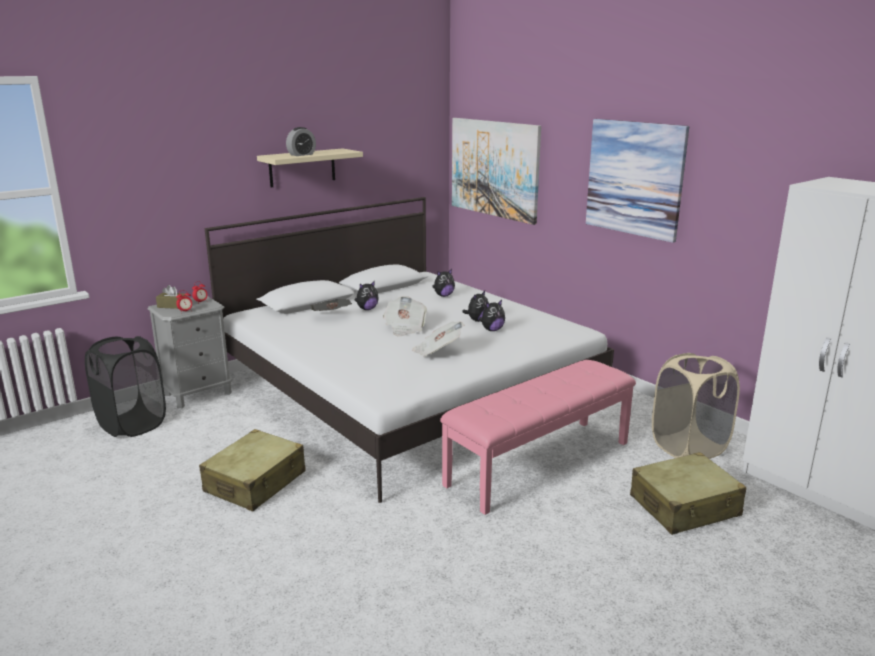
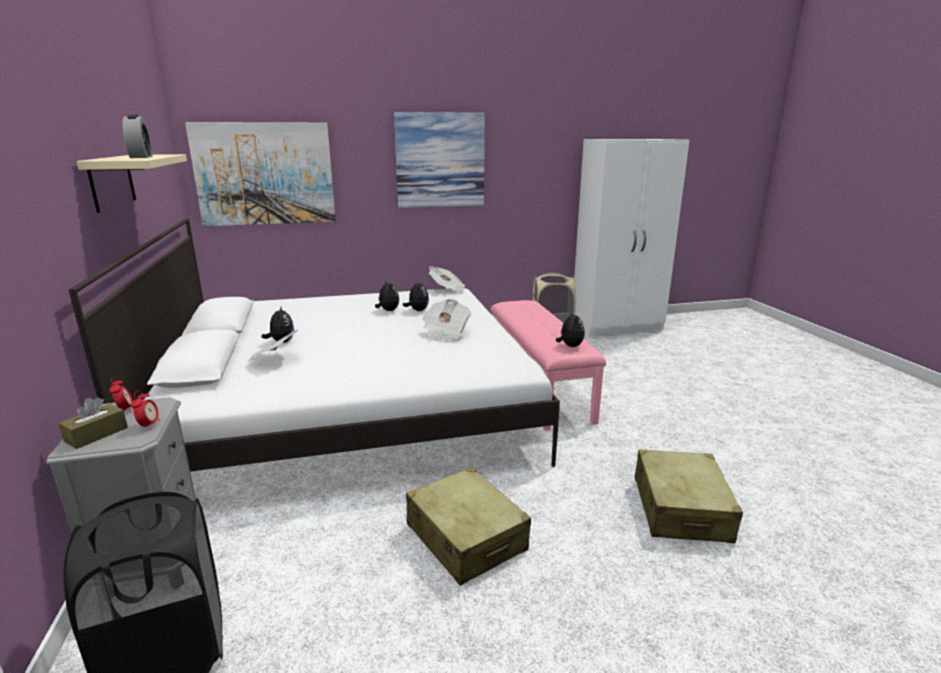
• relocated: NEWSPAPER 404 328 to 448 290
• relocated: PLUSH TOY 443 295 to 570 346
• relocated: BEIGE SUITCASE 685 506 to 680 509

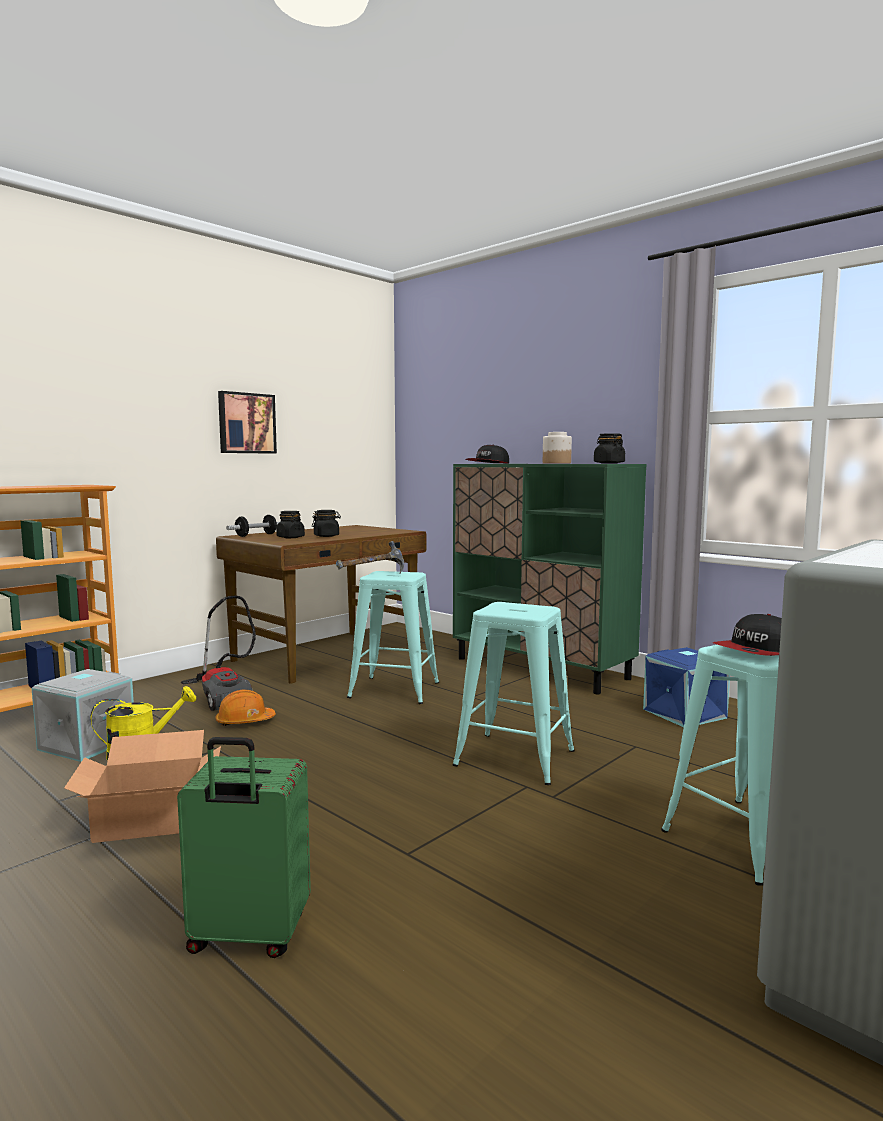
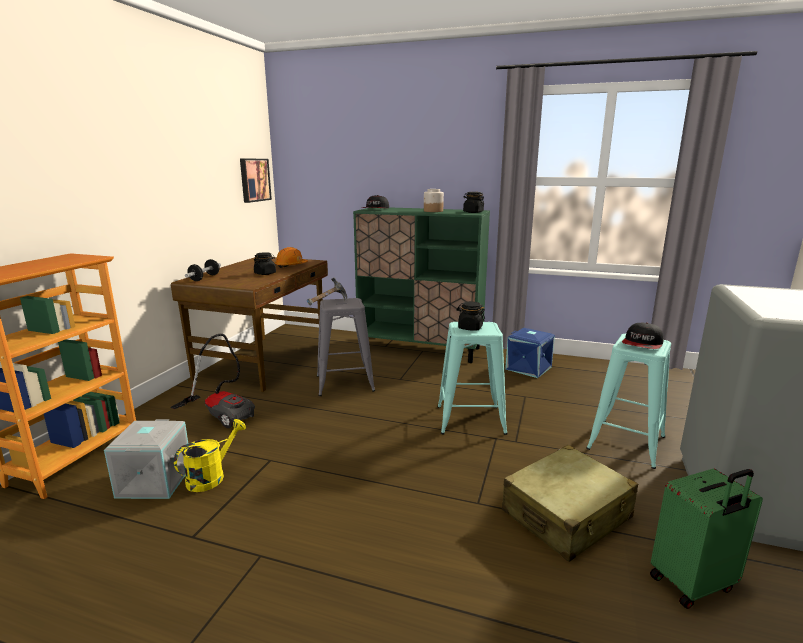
• missing: CARDBOARD BOX 150 818
• appeared: BEIGE SUITCASE 566 515
• relocated: GREEN SUITCASE 248 936 to 693 584
• relocated: ORANGE HARD HAT 244 721 to 291 266
• relocated: PICTURE 246 423 to 254 180
• relocated: BLACK JAR 290 537 to 470 328
• colour: TURQUOISE STOOL 394 690 to GREY STOOL 345 383

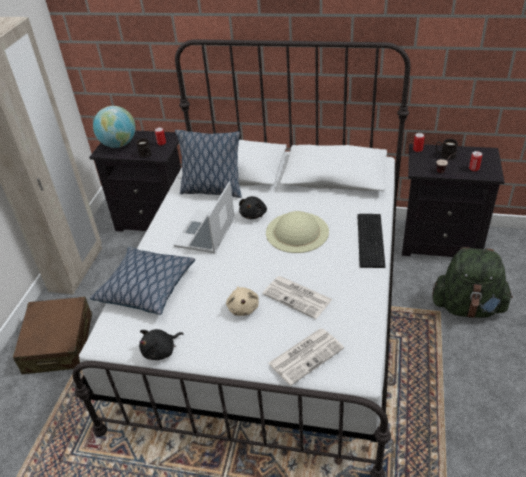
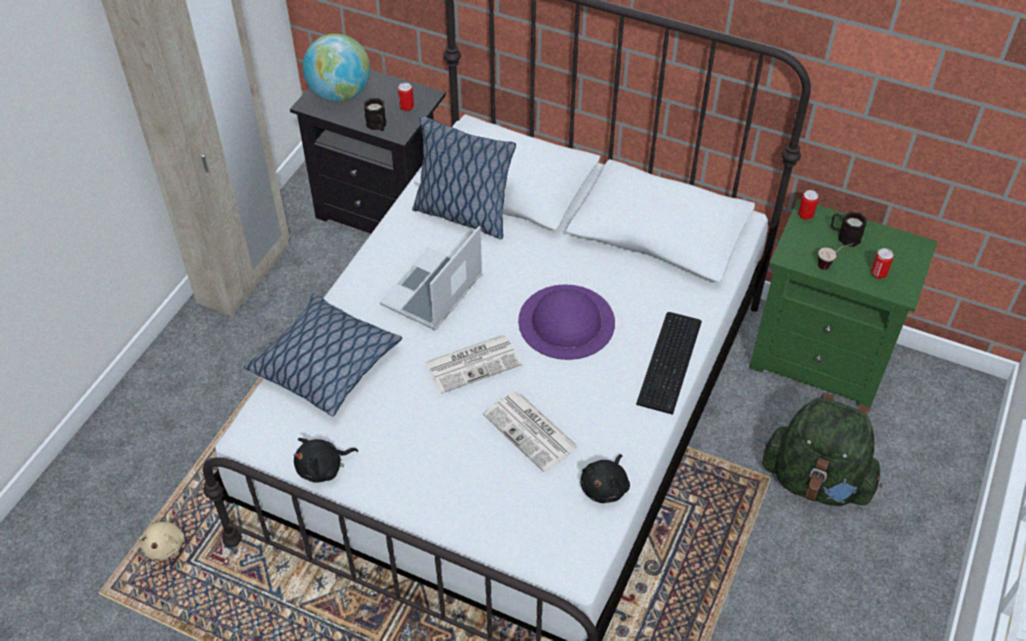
• missing: BROWN SUITCASE 59 343
• relocated: BEIGE PLUSH TOY 243 307 to 165 545
• relocated: BLACK PLUSH TOY 254 214 to 605 487
• relocated: NEWSPAPER 306 355 to 473 363
• colour: BEIGE HAT 297 232 to PURPLE HAT 566 321
• colour: BLACK NIGHTSTAND 440 242 to GREEN NIGHTSTAND 821 359

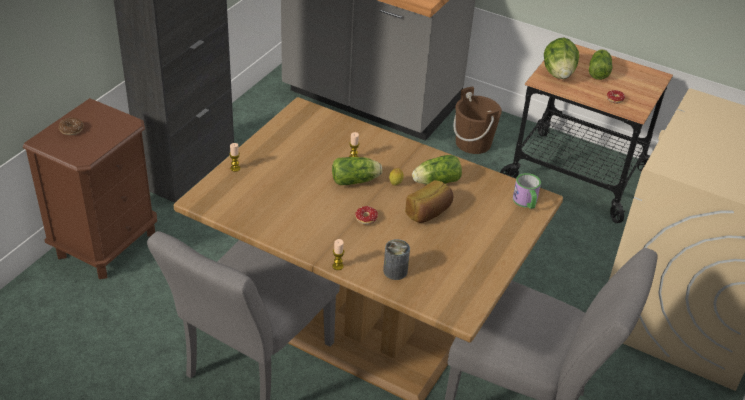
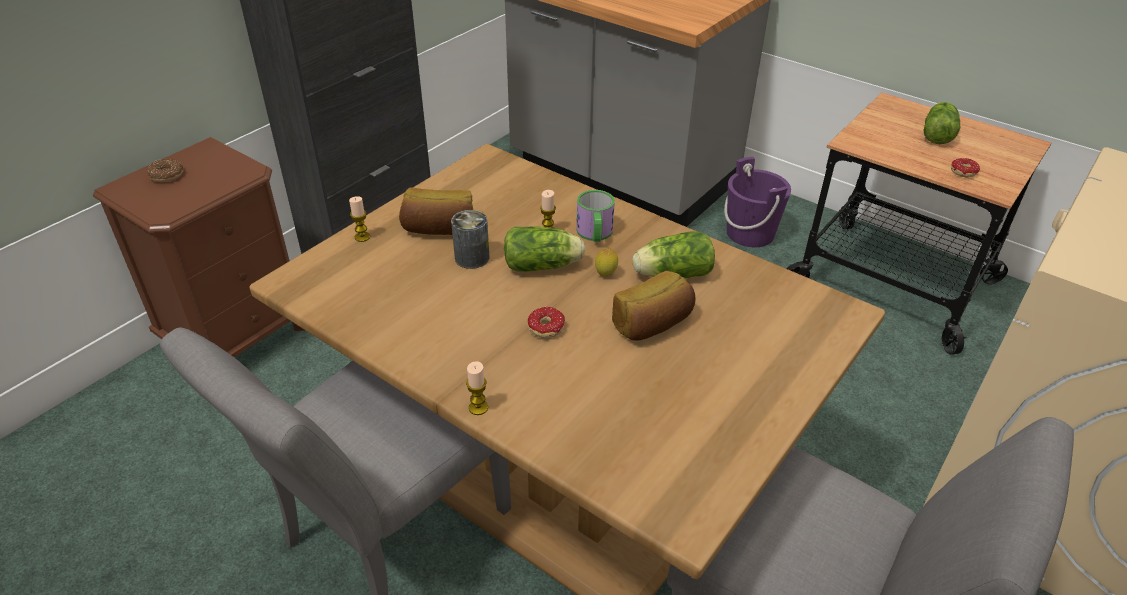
• missing: LETTUCE 558 74
• appeared: BREAD 439 229
• relocated: CAN 395 271 to 472 257
• relocated: MUG 526 202 to 595 234
• colour: BROWN BUCKET 473 143 to PURPLE BUCKET 750 233

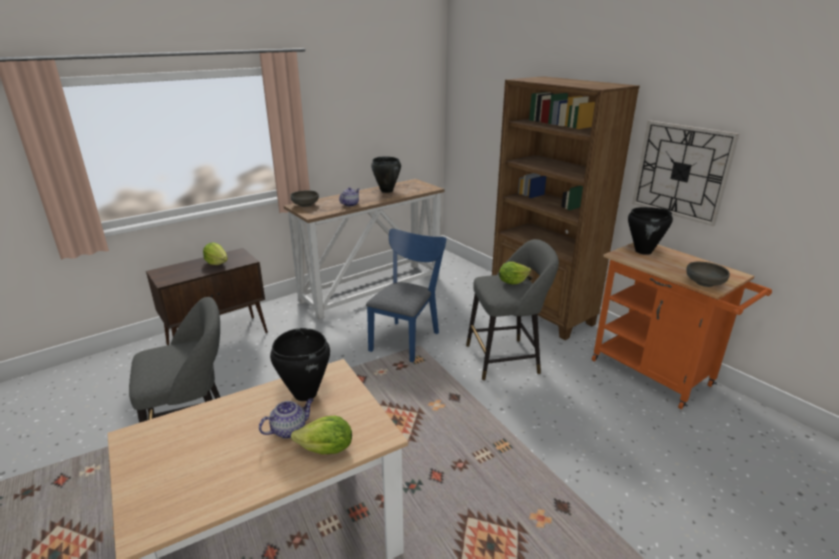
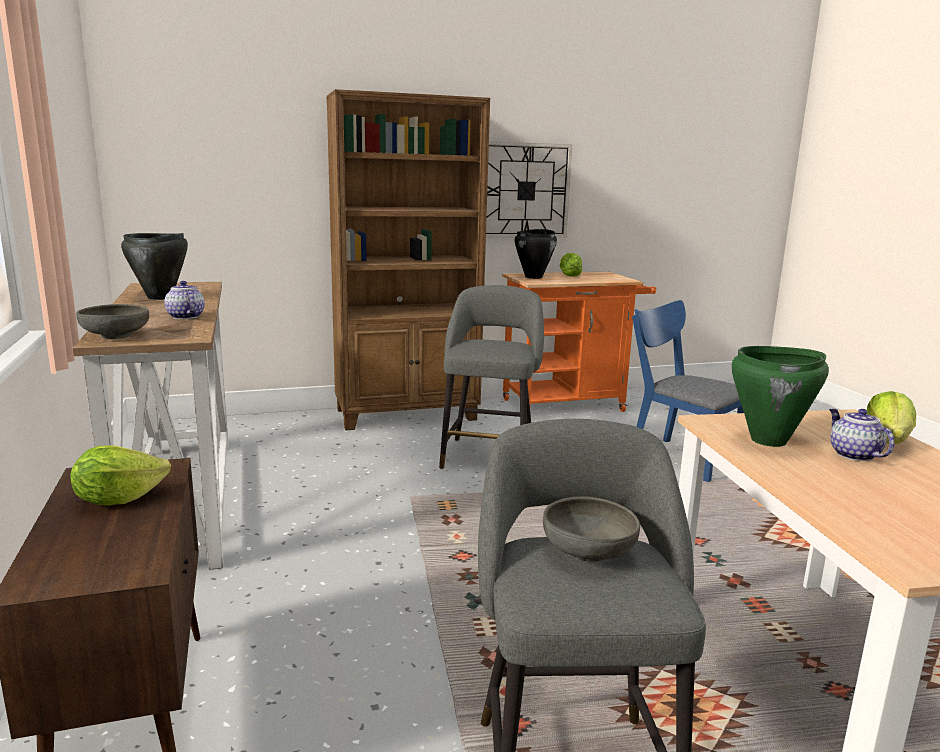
• relocated: BLUE CHAIR 407 338 to 677 457
• relocated: LETTUCE 512 282 to 569 276
• relocated: GREY BOWL 704 283 to 588 551
• colour: BLACK COOKING POT 304 394 to GREEN COOKING POT 769 441

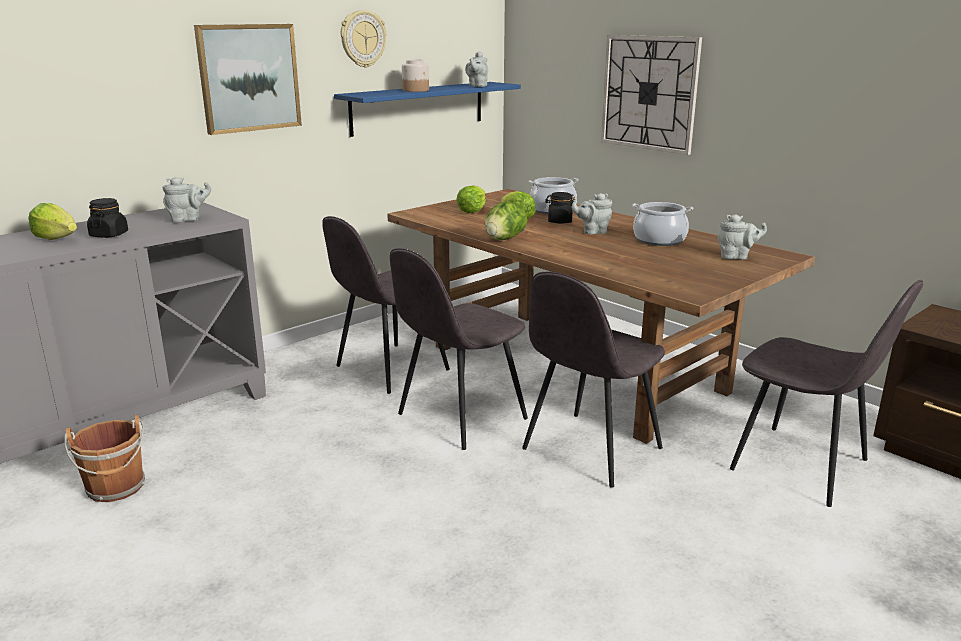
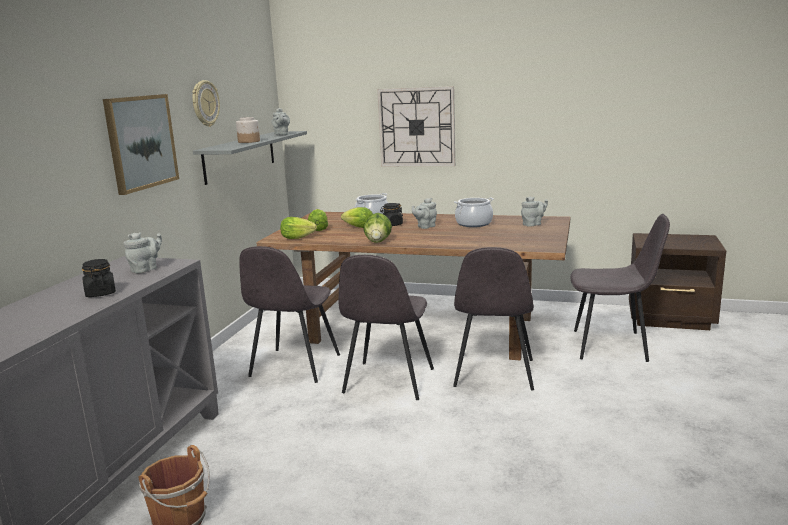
• relocated: LETTUCE 57 239 to 297 238
• colour: BLUE SHELF 418 108 to GREY SHELF 240 156

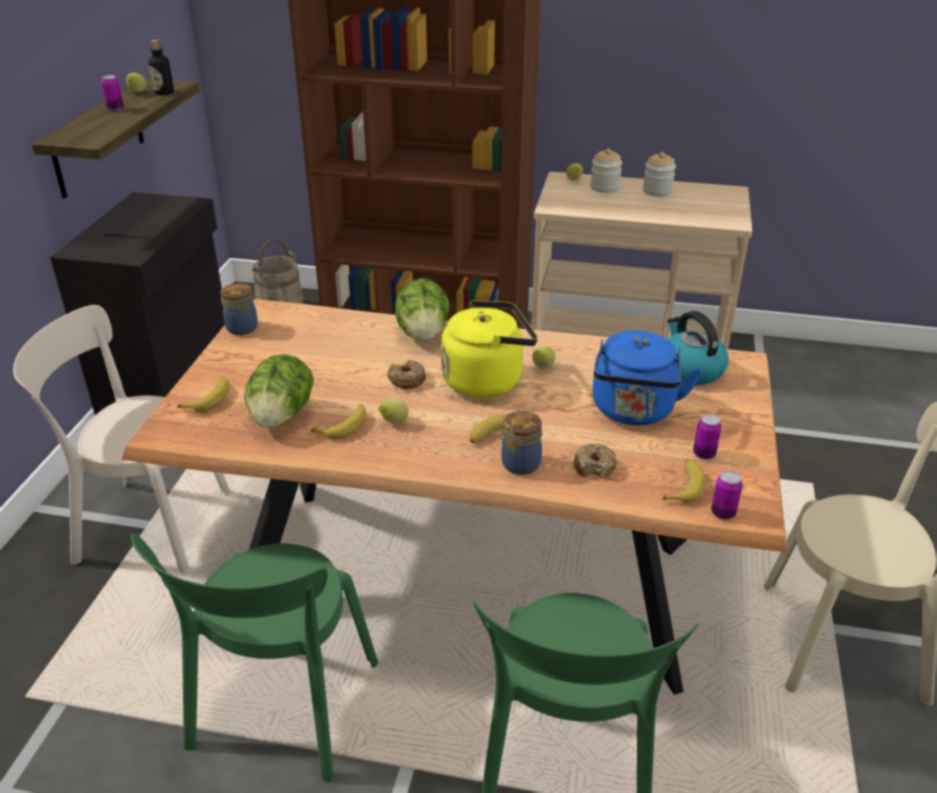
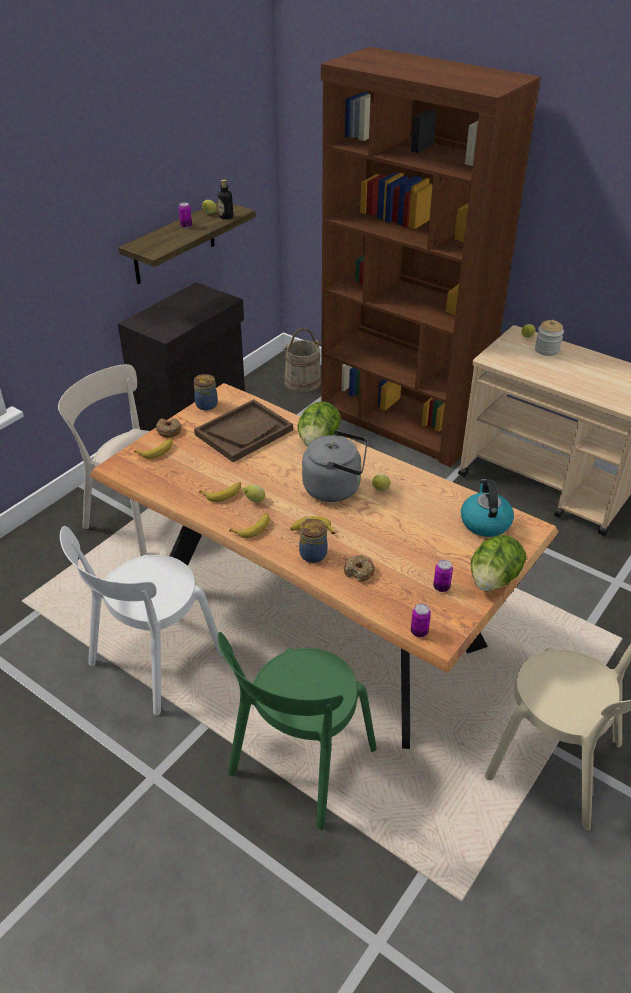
• missing: BLUE KETTLE 633 411
• missing: JAR 657 191
• appeared: BROWN TRAY 244 432
• relocated: LETTUCE 281 417 to 493 580
• relocated: DONUT 407 380 to 168 431
• relocated: BANANA 684 486 to 253 528
• colour: GREEN CHAIR 281 712 to WHITE CHAIR 152 663
• colour: YELLOW KETTLE 487 380 to GREY KETTLE 336 488

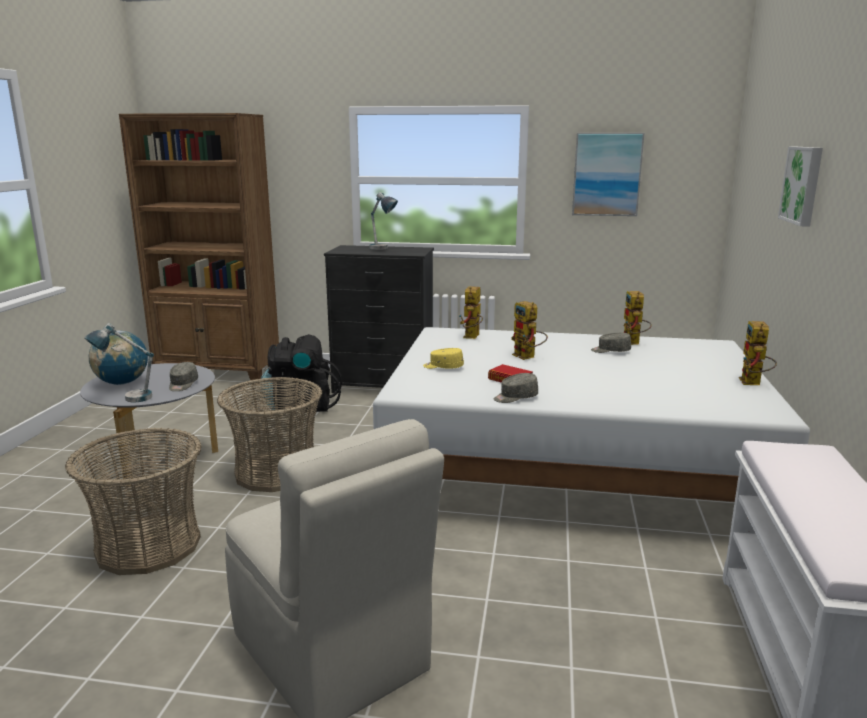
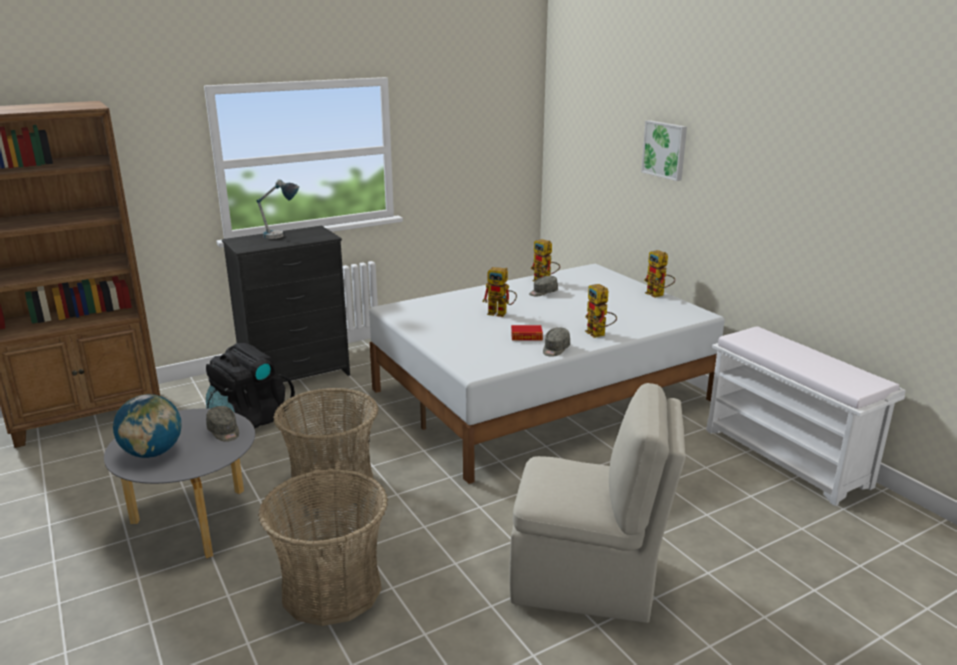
• missing: TABLE LAMP 126 398
• missing: YELLOW CAP 443 367
• missing: PICTURE 607 174
• relocated: TOY ROBOT 472 337 to 599 335

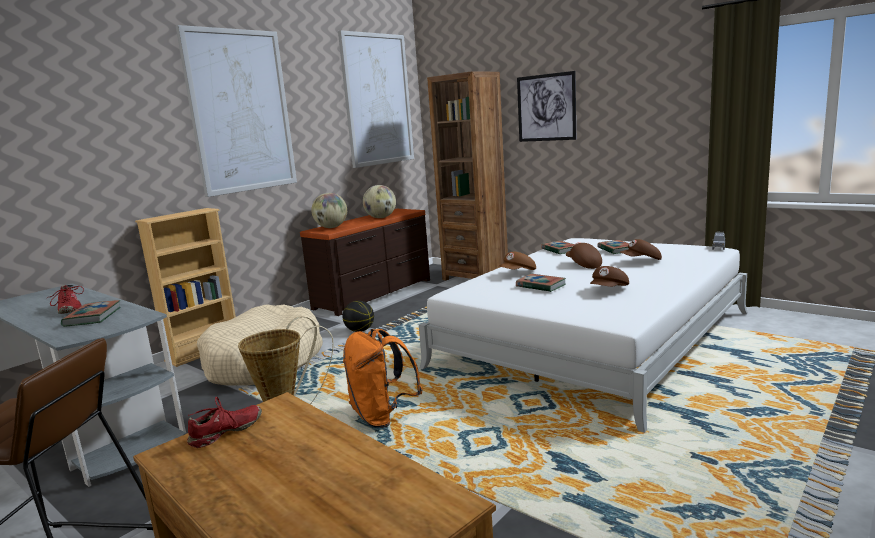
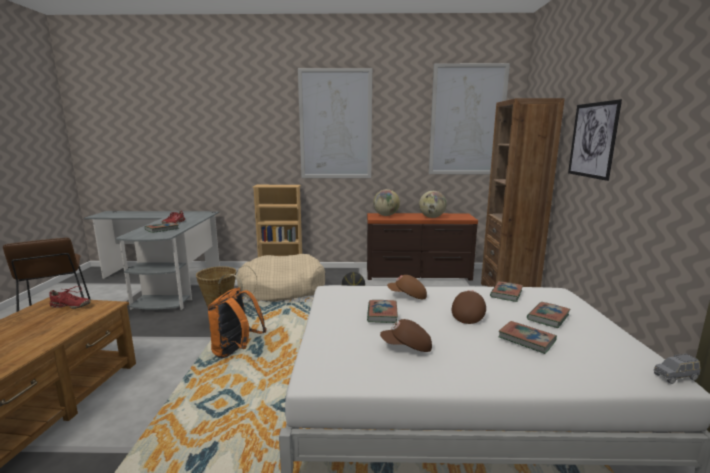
• exchanged: BROWN CAP 641 260 to BOOK 526 339

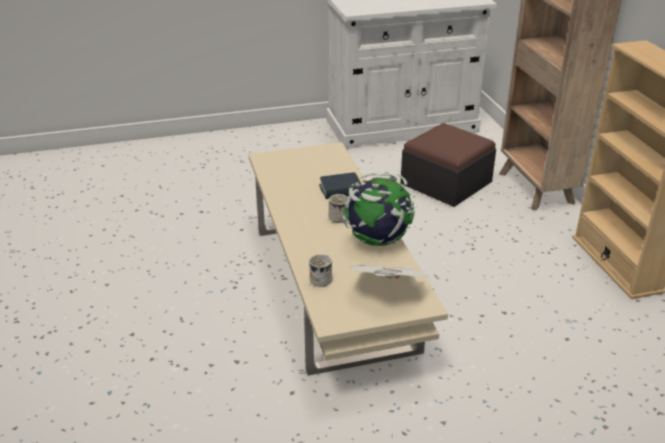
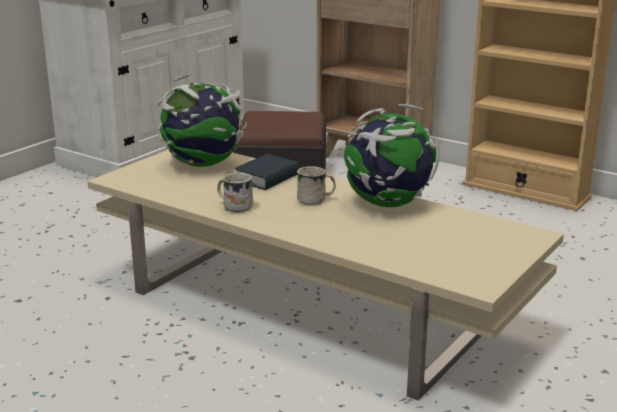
• missing: NEWSPAPER 390 288
• appeared: GLOBE 203 164
• relocated: WHITE MUG 320 278 to 234 206

